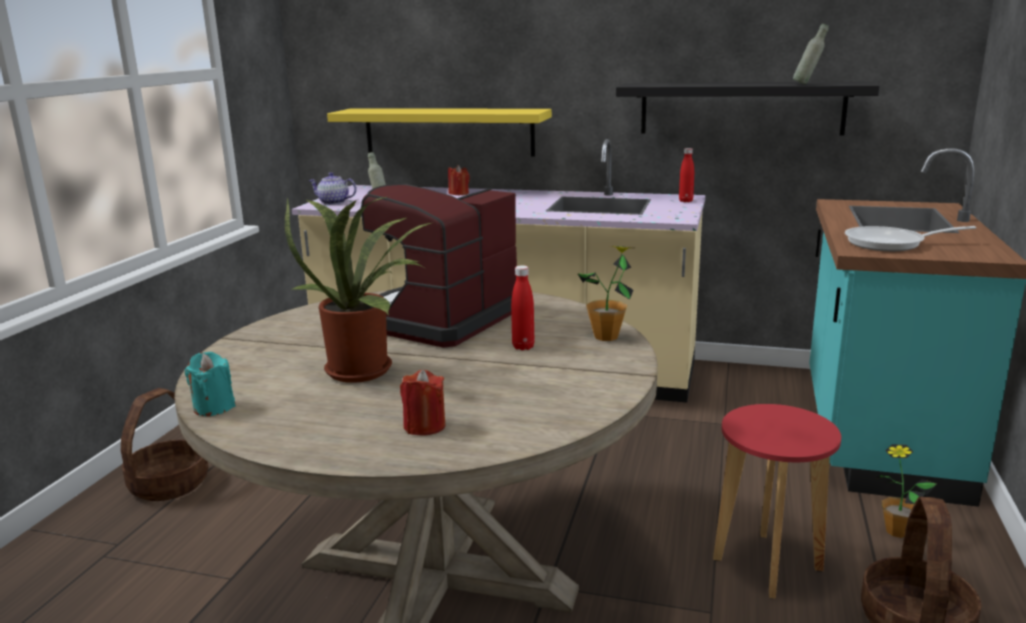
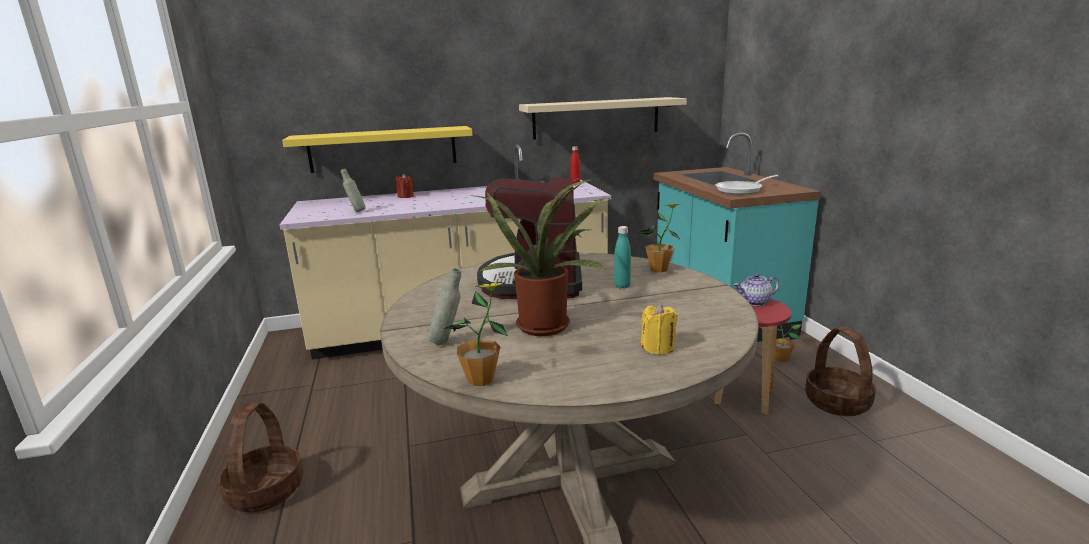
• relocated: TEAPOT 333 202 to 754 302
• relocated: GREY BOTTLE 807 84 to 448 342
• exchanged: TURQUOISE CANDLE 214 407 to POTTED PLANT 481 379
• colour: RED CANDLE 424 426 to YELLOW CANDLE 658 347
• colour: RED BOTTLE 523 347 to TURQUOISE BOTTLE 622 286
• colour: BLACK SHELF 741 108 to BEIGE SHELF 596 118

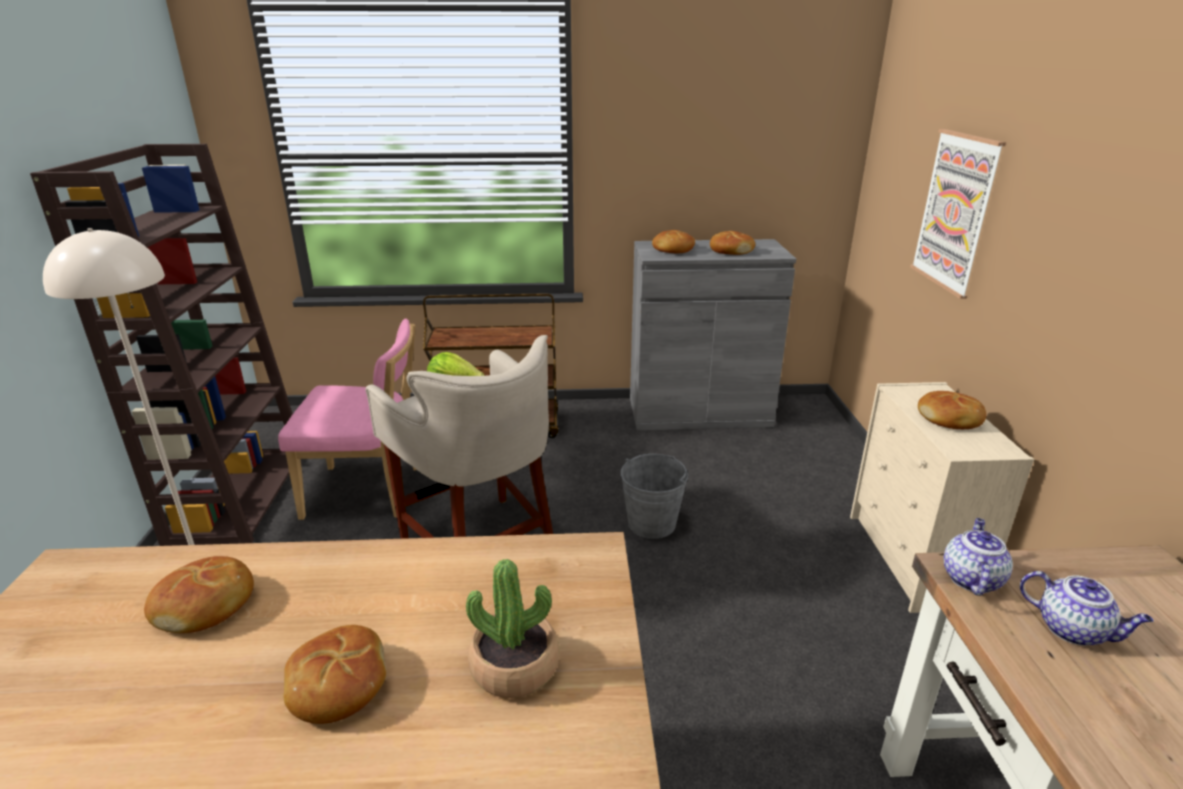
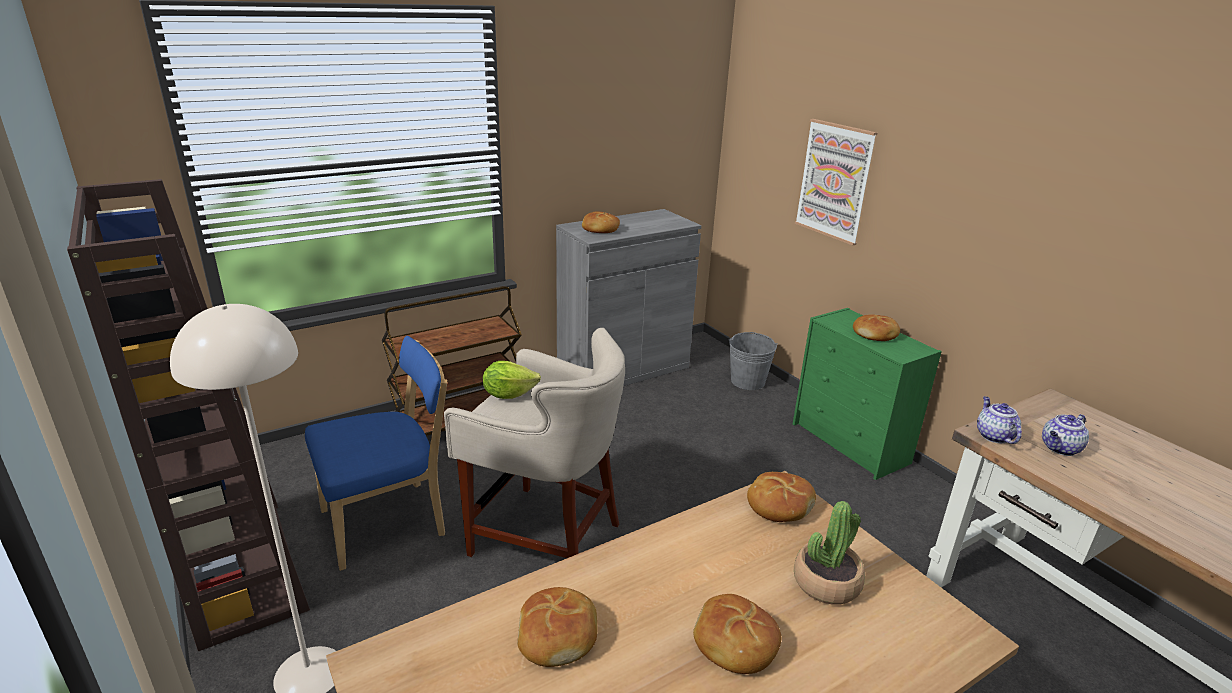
• relocated: GREY BUCKET 651 523 to 747 381
• relocated: BREAD 730 251 to 779 505
• colour: PINK CHAIR 369 492 to BLUE CHAIR 389 522
• colour: BEIGE DRESSER 912 561 to GREEN DRESSER 851 444
• spun: TEAPOT 1073 630 = 1060 449 135 degrees clockwise

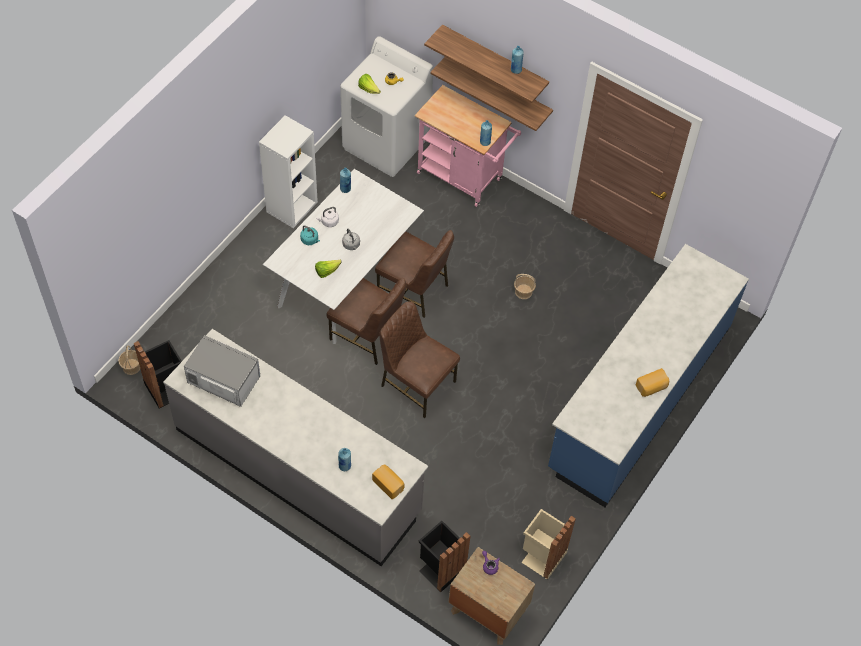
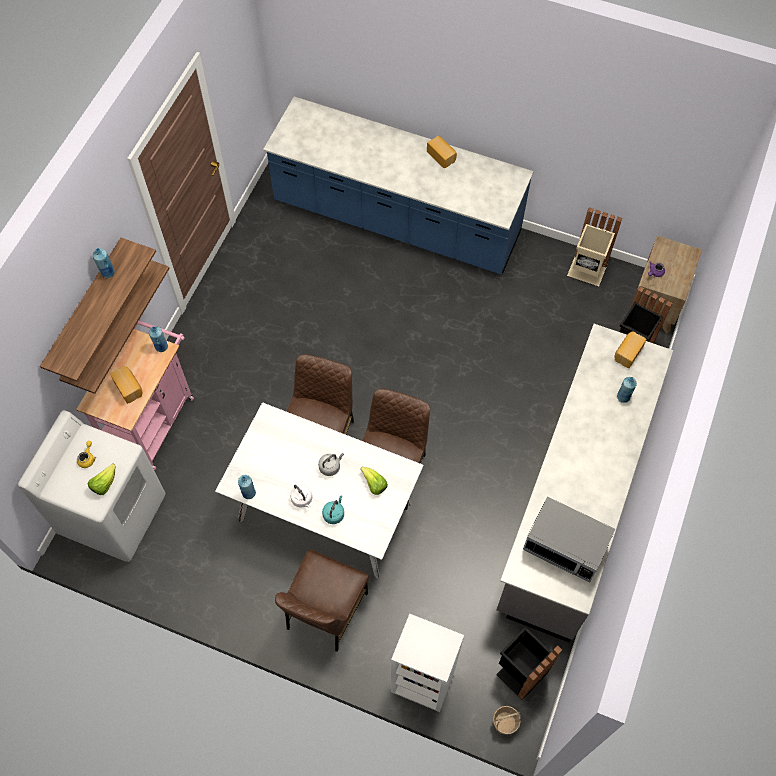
• missing: BASKET 523 292
• appeared: BREAD 129 387
• relocated: WHITE BOOKCASE 292 206 to 422 681
• relocated: BROWN CHAIR 417 383 to 325 611
• spun: MICROWAVE 223 381 = 565 546 75 degrees counterclockwise

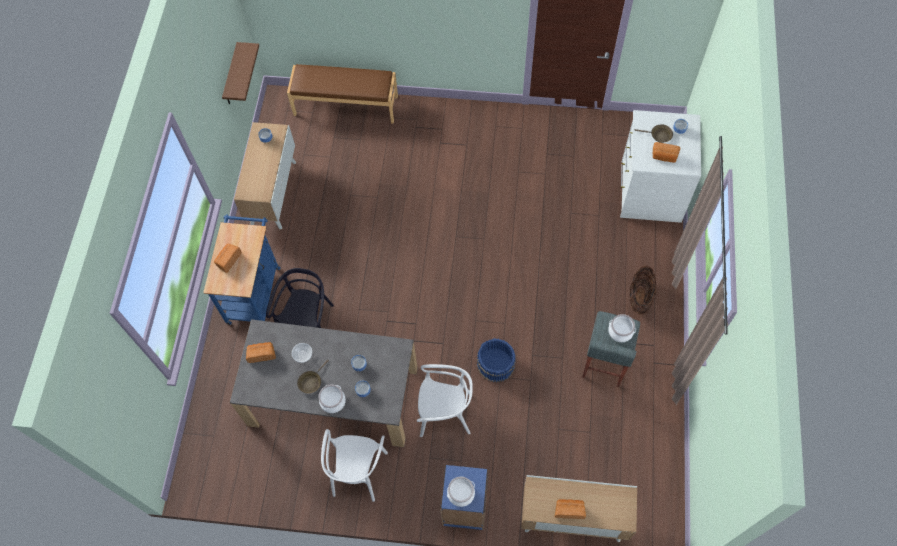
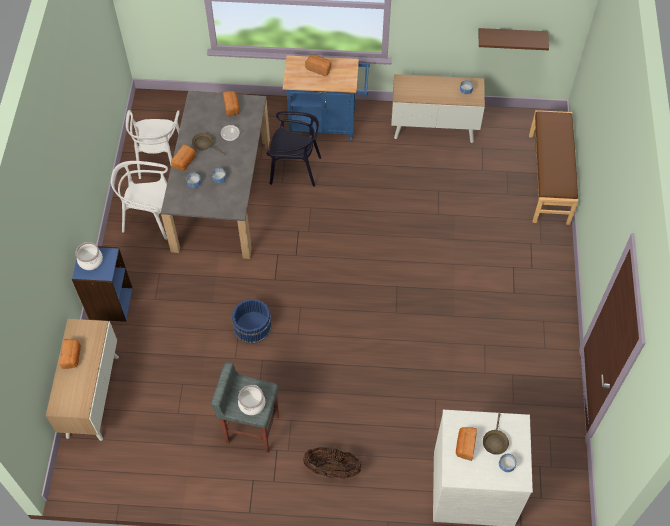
• relocated: WHITE CHAIR 445 413 to 159 160
• exchanged: COOKING POT 333 402 to BREAD 185 162

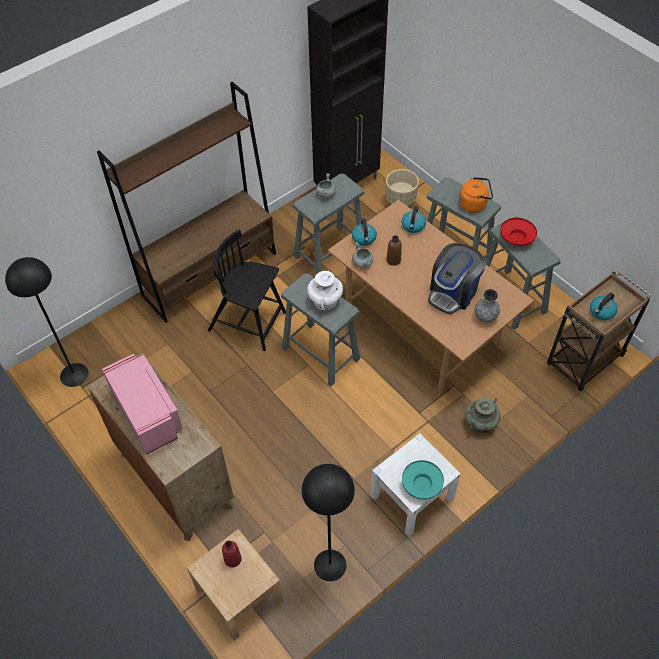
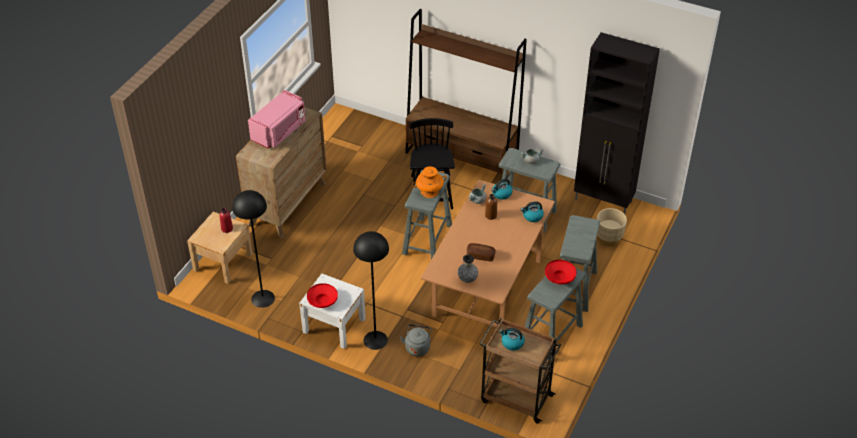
• missing: ORANGE KETTLE 474 204
• relocated: BLACK FLOOR LAMP 74 374 to 375 340
• exchanged: COFFEE MACHINE 453 292 to BREAD 480 256
• exchanged: TURQUOISE VASE 480 423 to GREY KETTLE 417 347
• colour: WHITE VASE 325 301 to ORANGE VASE 429 192
• colour: TURQUOISE BOWL 421 484 to RED BOWL 322 301

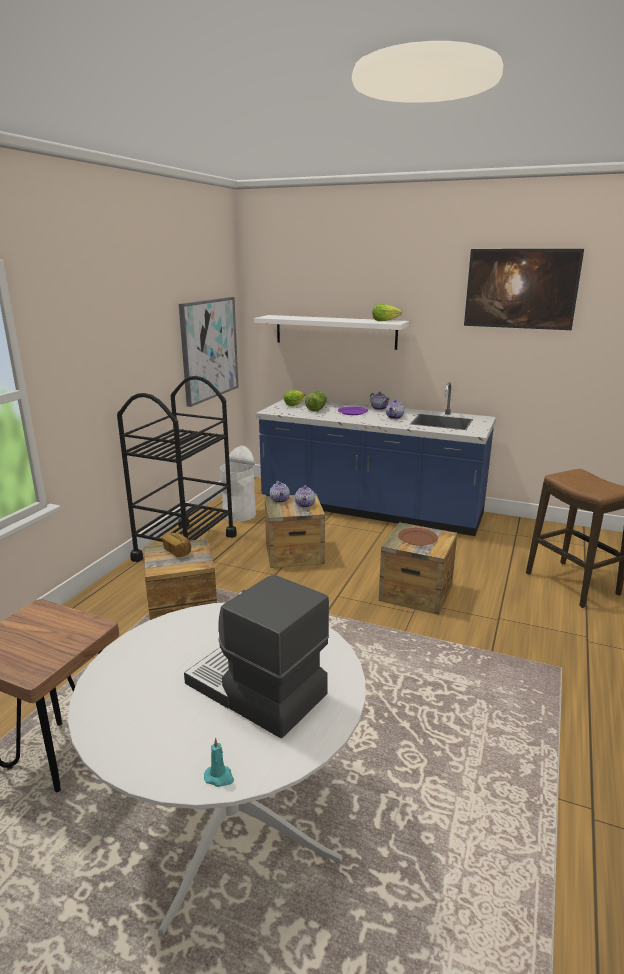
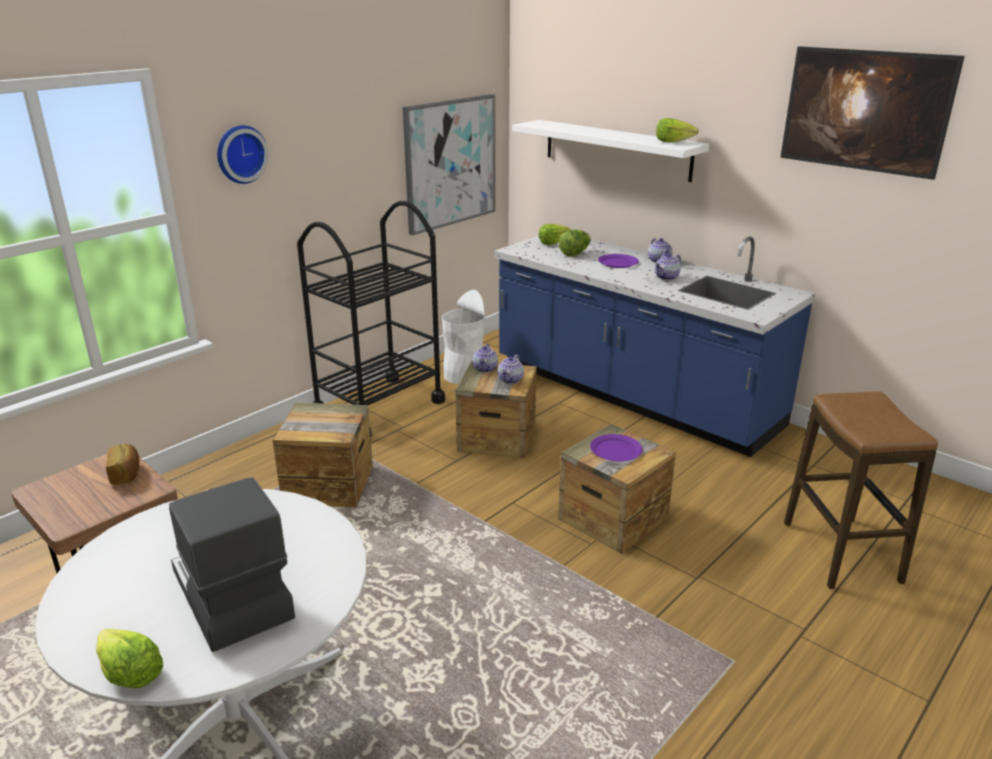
• appeared: WALL CLOCK 240 154
• relocated: BREAD 178 552 to 126 474
• exchanged: TURQUOISE CANDLE 219 777 to LETTUCE 130 673
• colour: BROWN PLATE 418 538 to PURPLE PLATE 616 450

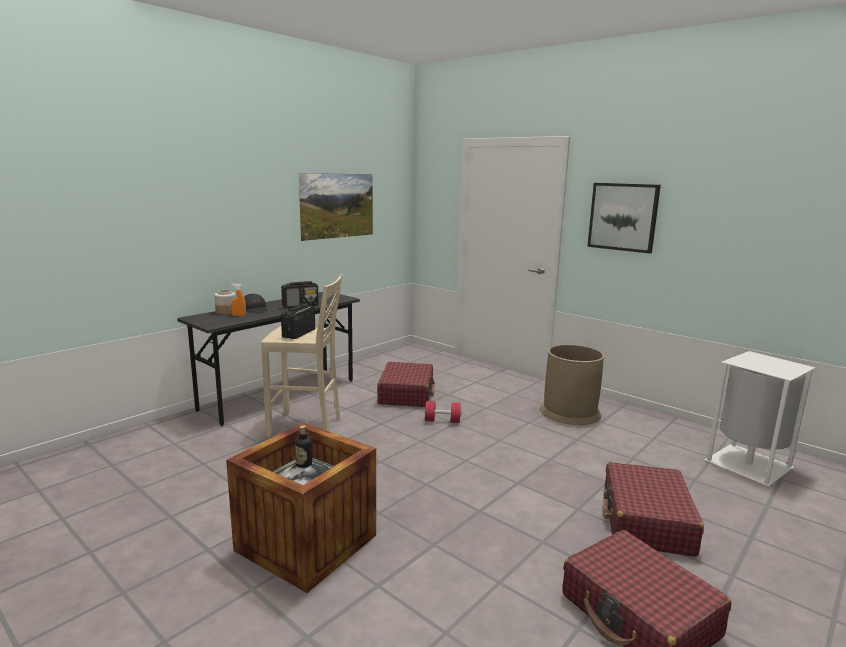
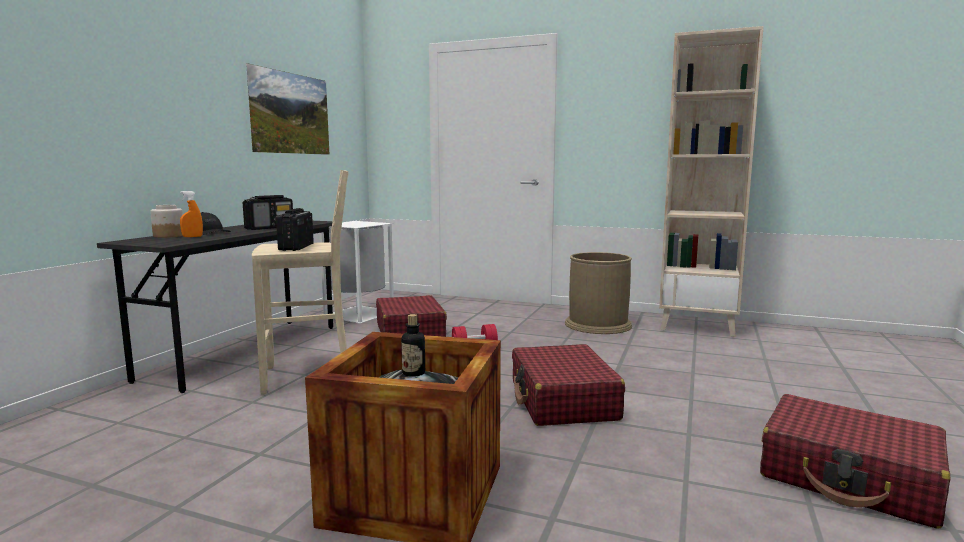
• missing: PICTURE 623 217
• appeared: BEIGE BOOKCASE 698 325
• relocated: RED SUITCASE 646 521 to 563 401
• relocated: WHITE TRASH CAN 749 465 to 359 315

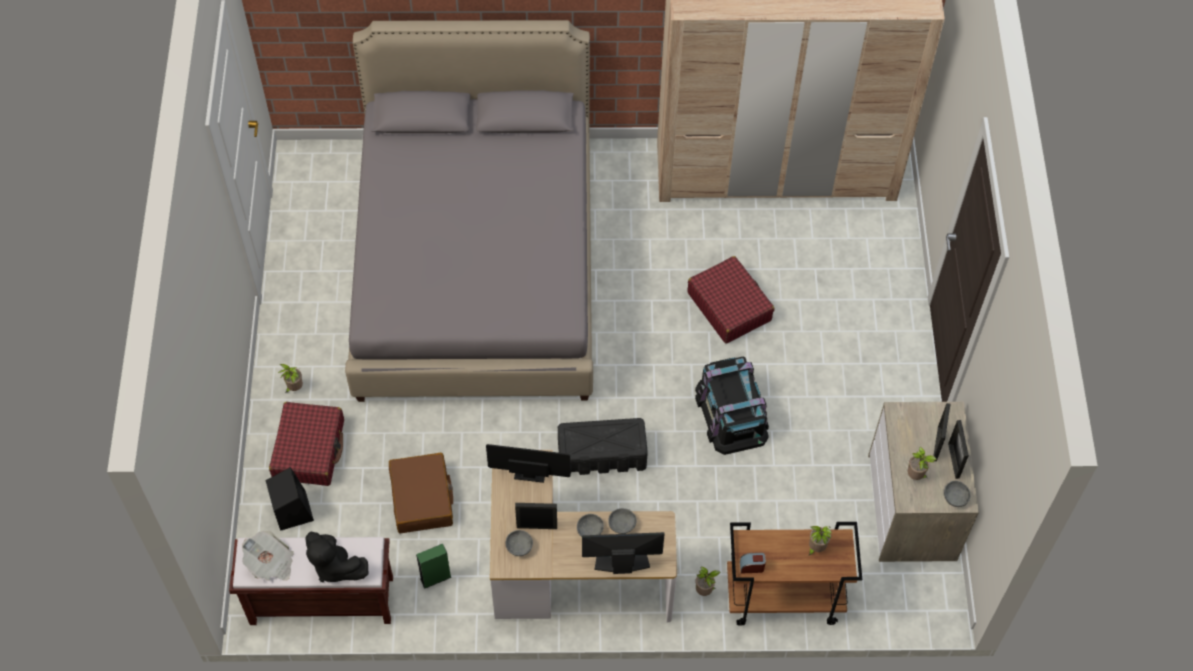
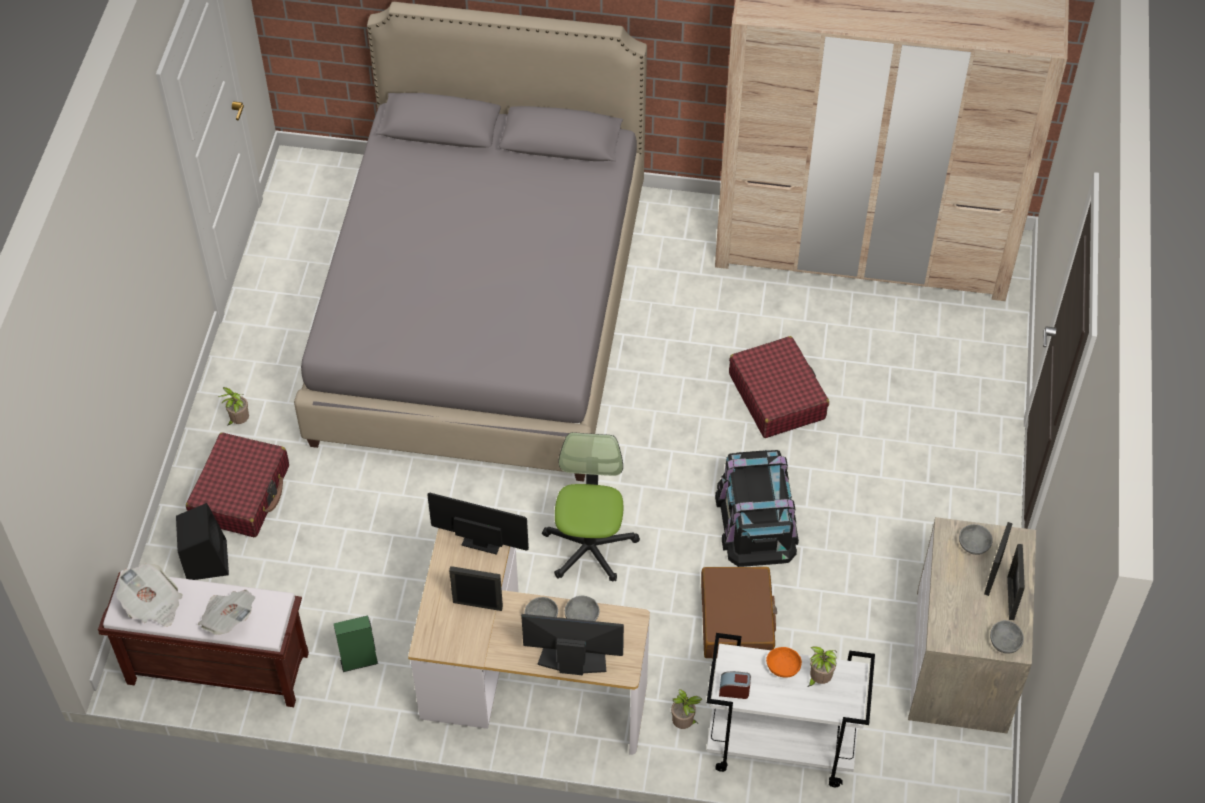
• missing: POTTED PLANT 916 476
• appeared: ORANGE BOWL 782 667
• relocated: BROWN SUITCASE 422 498 to 737 620
• relocated: GREY BOWL 519 547 to 973 546
• exchanged: BLACK PLUSH TOY 335 566 to NEWSPAPER 228 618
• exchanged: BLACK STORAGE BOX 602 455 to OFFICE CHAIR 589 547
• colour: BROWN CART 782 598 to WHITE CART 779 746

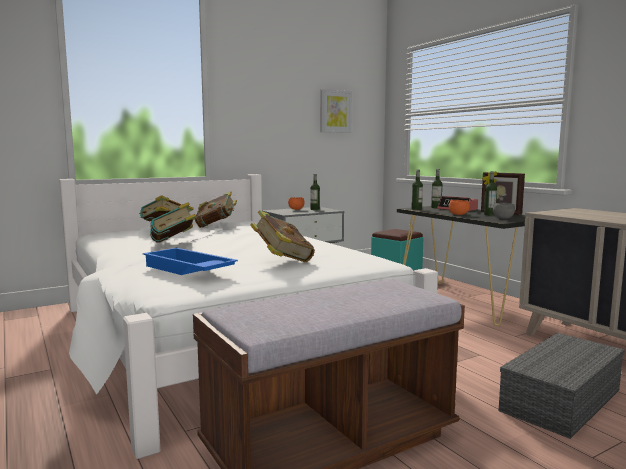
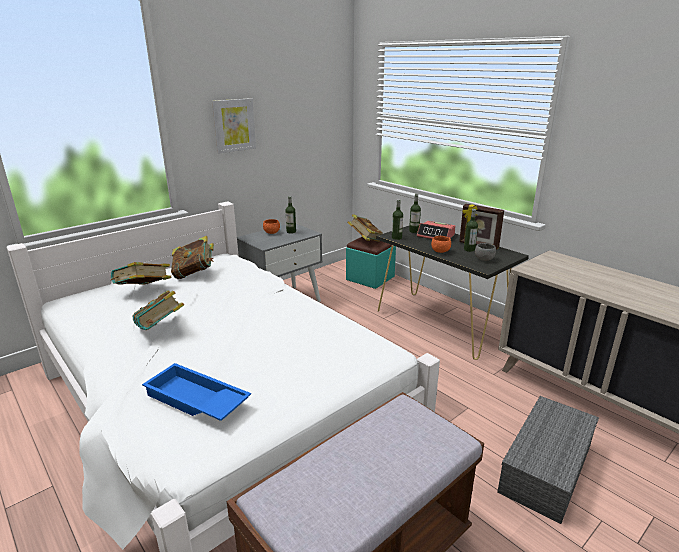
• relocated: BOOK 282 260 to 365 241
• relocated: PICTURE 335 111 to 234 125

